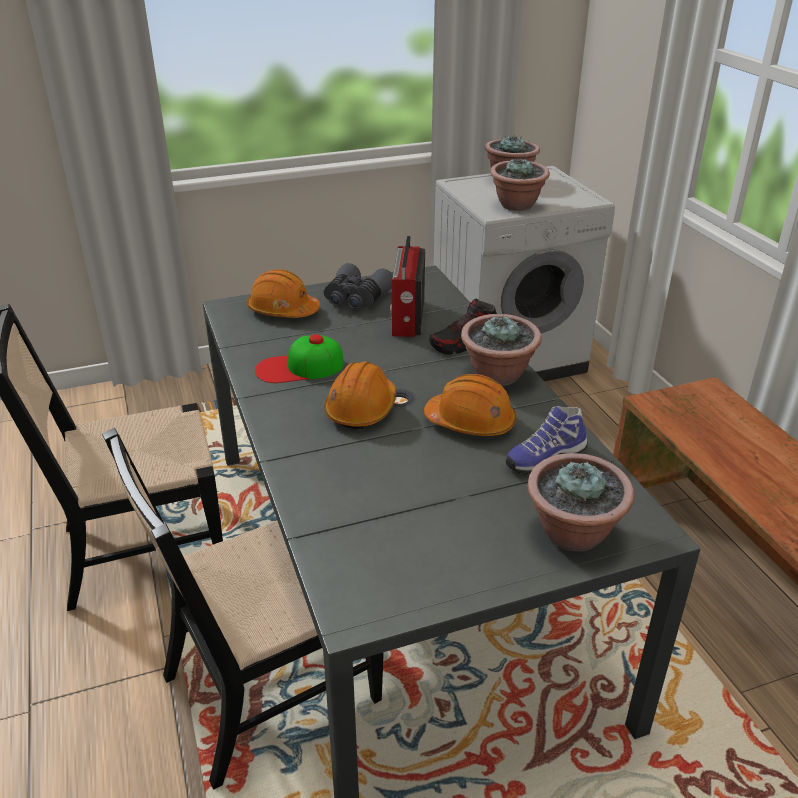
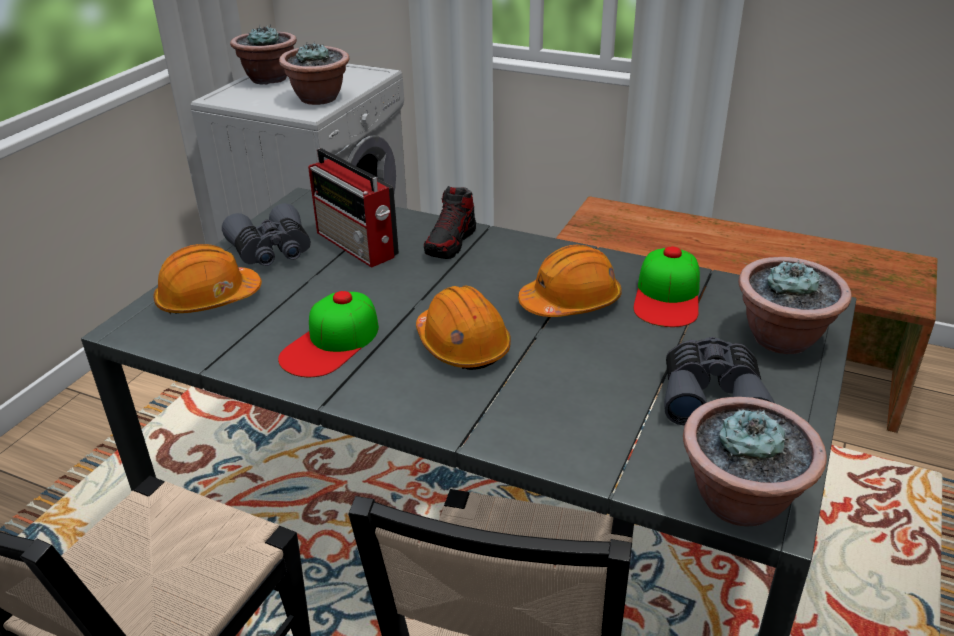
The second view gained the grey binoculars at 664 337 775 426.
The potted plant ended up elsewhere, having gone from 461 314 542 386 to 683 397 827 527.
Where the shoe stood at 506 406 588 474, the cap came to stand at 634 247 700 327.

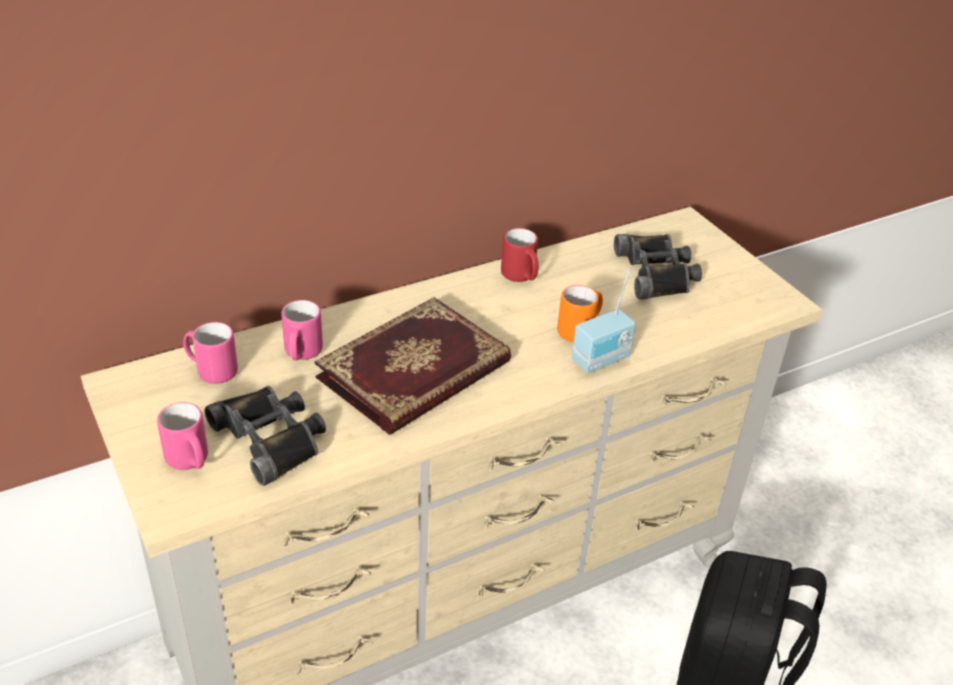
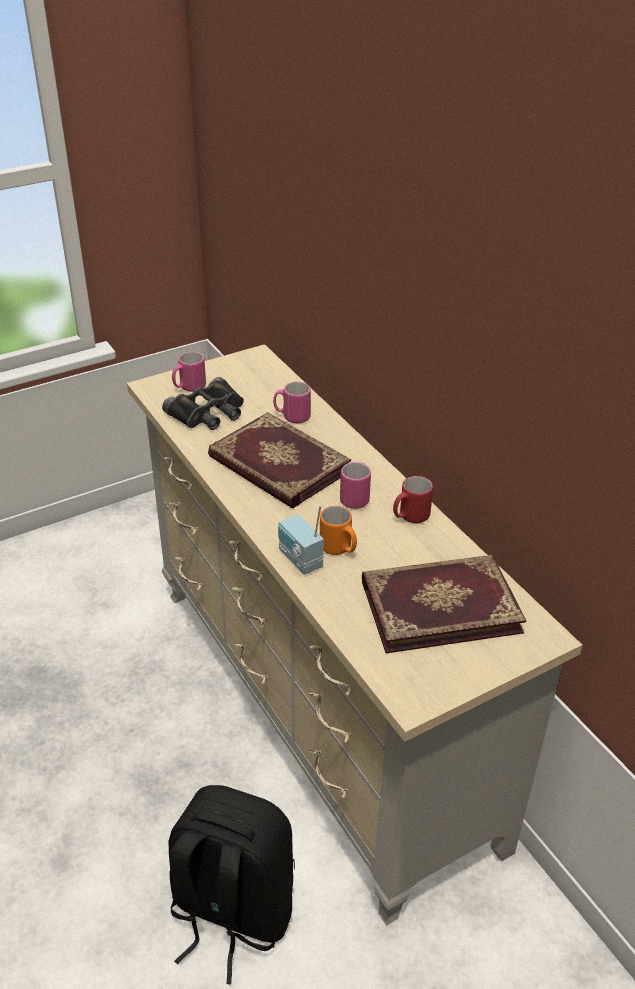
The pink mug ended up elsewhere, having gone from 183 322 238 384 to 340 462 371 509.
Where the black binoculars stood at 614 234 702 299, the book came to stand at 362 555 526 653.

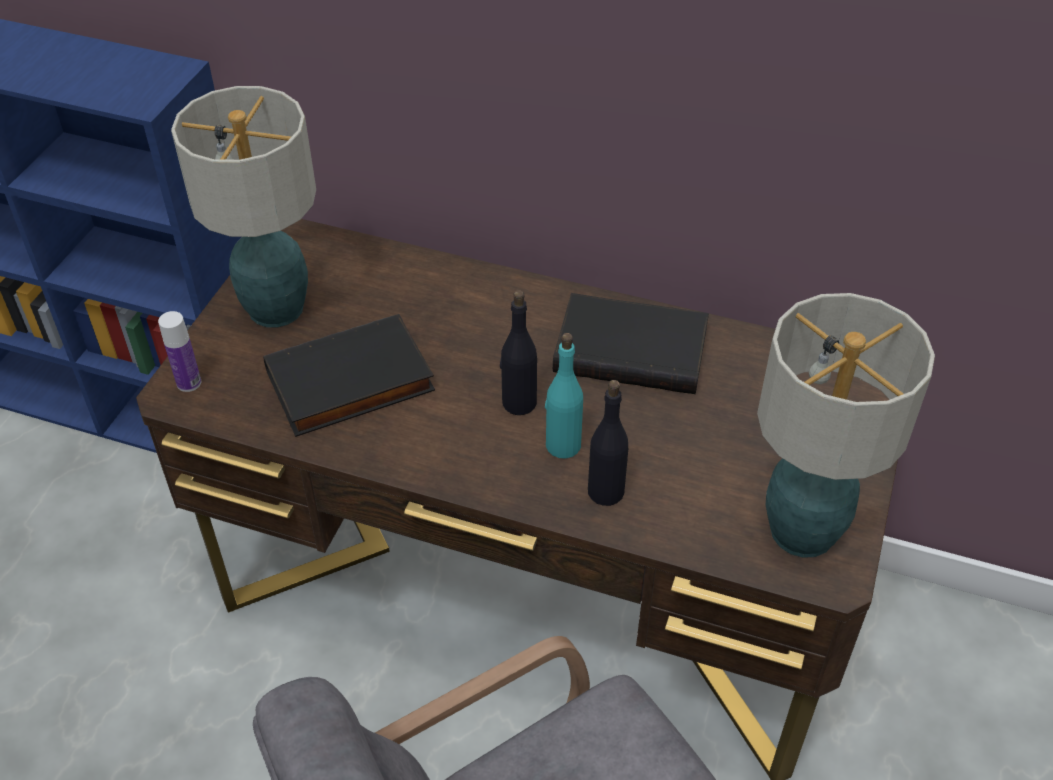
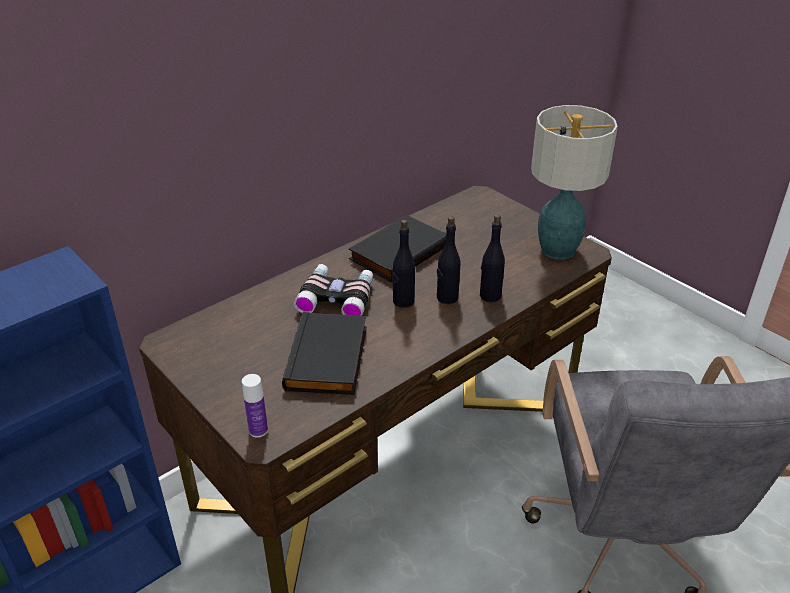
The second view lost the table lamp at 171 86 316 328.
The second view gained the binoculars at 294 264 373 316.
What was the turquoise bottle at 545 333 583 459 turned into the black bottle at 437 216 460 304.

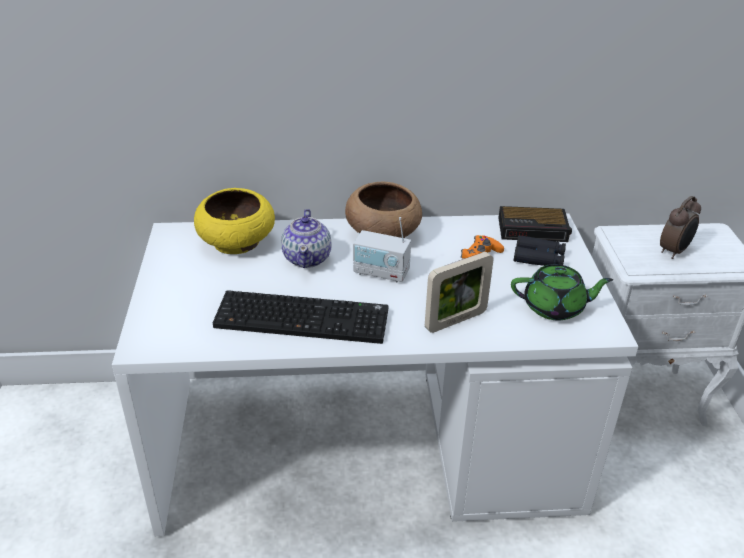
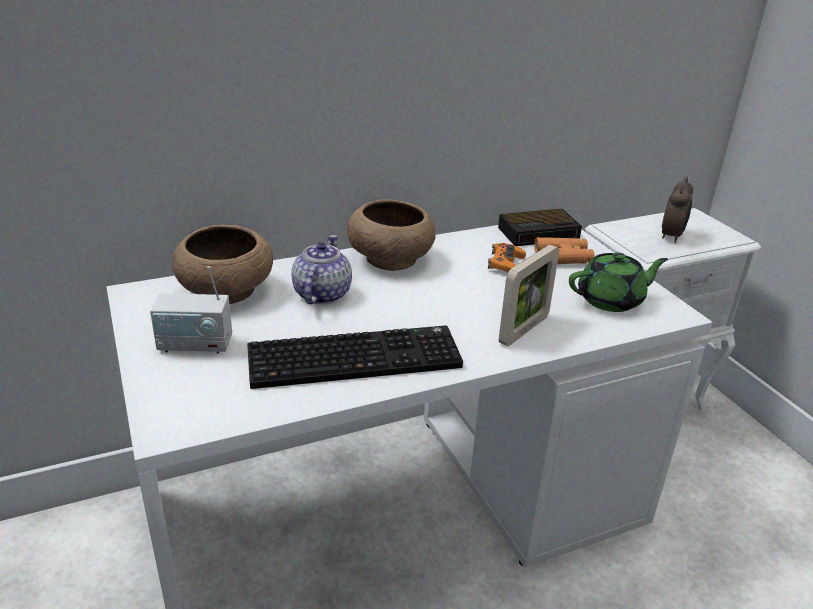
The radio ended up elsewhere, having gone from 353 217 411 282 to 150 266 232 354.
What was the yellow bowl at 194 188 275 254 turned into the brown bowl at 172 225 273 304.
What was the black binoculars at 514 235 566 266 turned into the orange binoculars at 534 237 594 264.
The teapot at 281 209 332 268 ended up facing another way, 150 degrees counterclockwise from before.

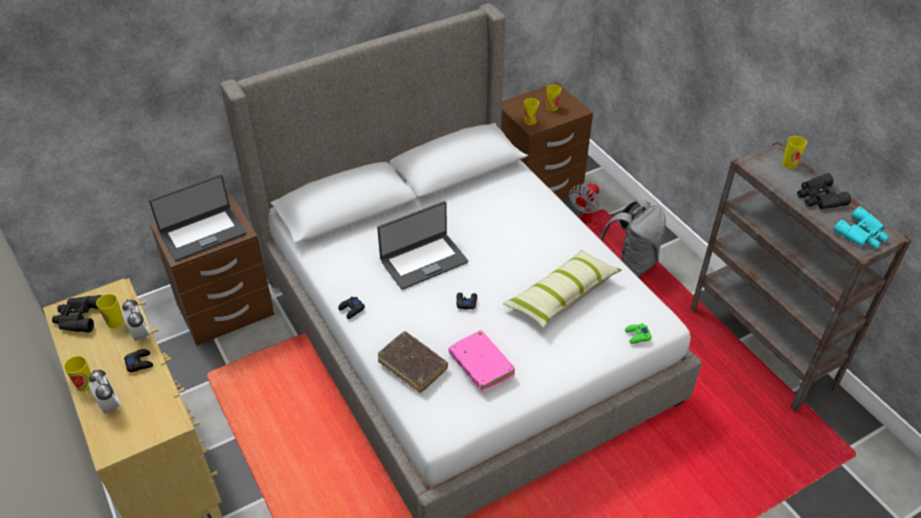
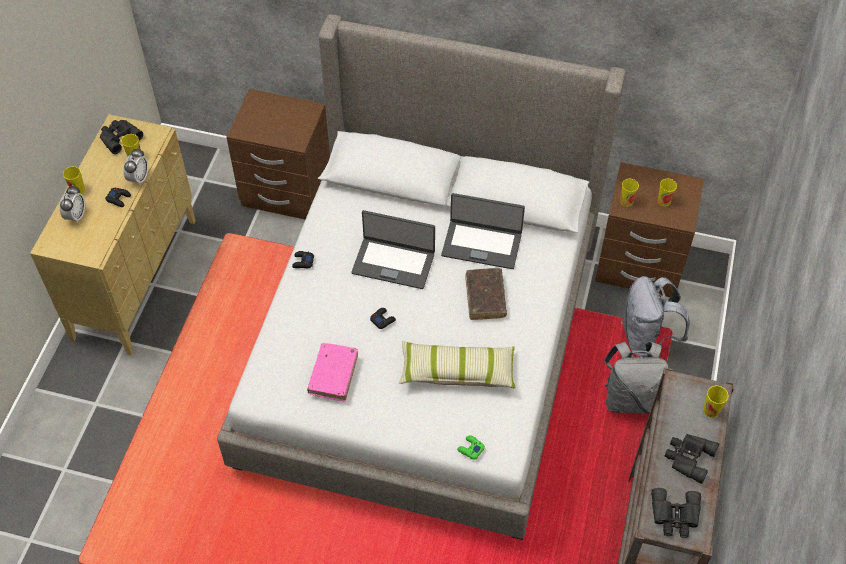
The laptop ended up elsewhere, having gone from 149 174 246 261 to 441 193 525 269.
The brown book ended up elsewhere, having gone from 378 331 448 393 to 465 268 507 320.
Where the fan stood at 569 183 651 232, the grey backpack came to stand at 621 276 690 357.
What was the turquoise binoculars at 833 206 889 249 turned into the black binoculars at 651 488 701 538.

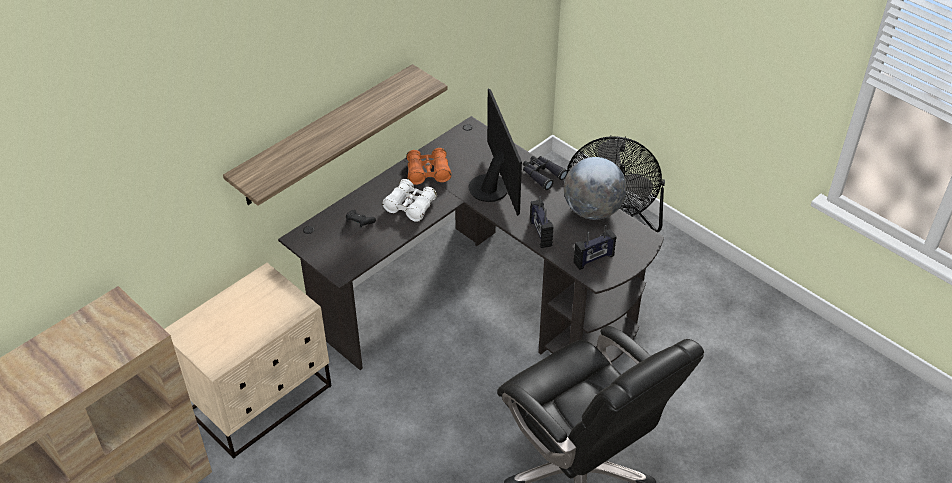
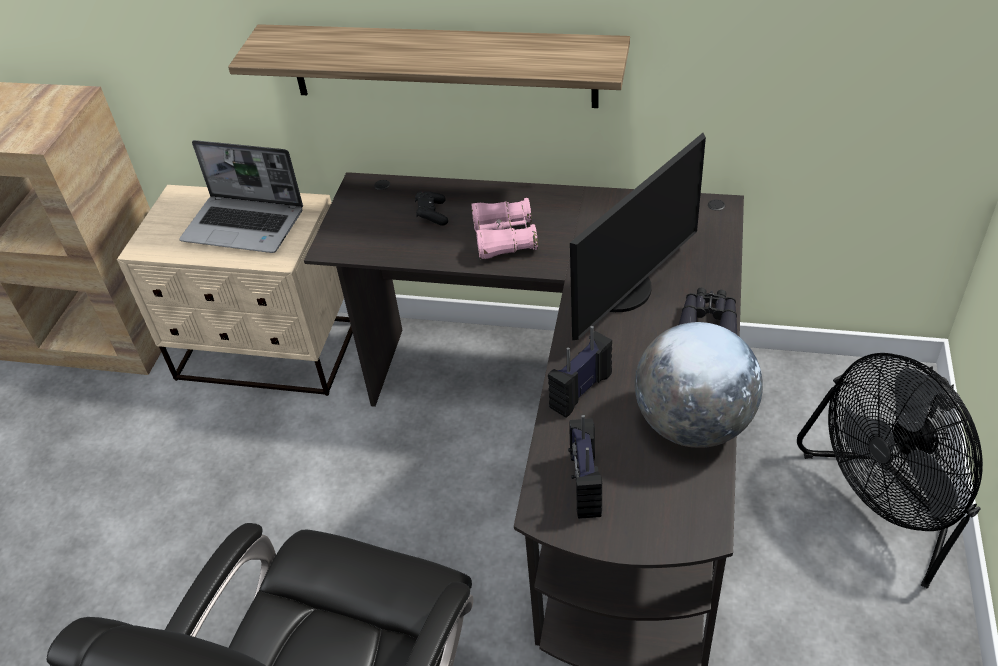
The second view lost the orange binoculars at 406 148 452 185.
The second view gained the laptop at 179 140 303 253.
What was the white binoculars at 382 179 437 222 turned into the pink binoculars at 471 198 538 259.
The radio at 573 225 617 270 ended up facing another way, 60 degrees clockwise from before.

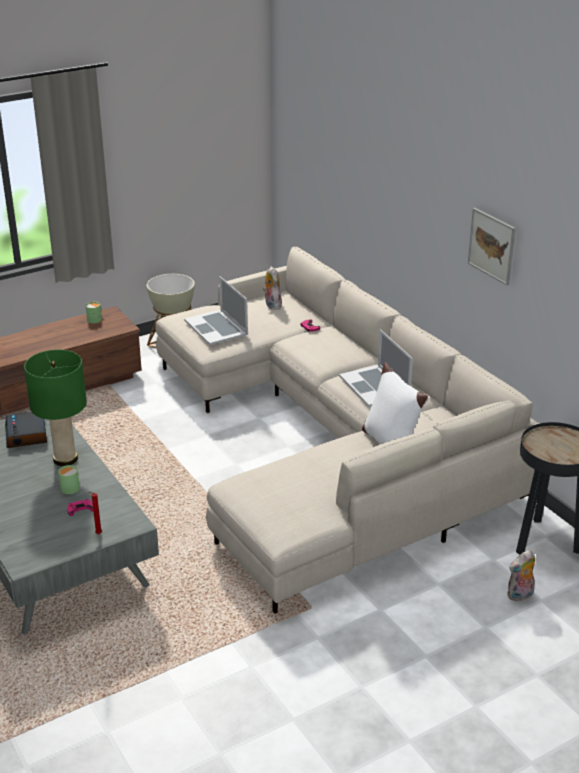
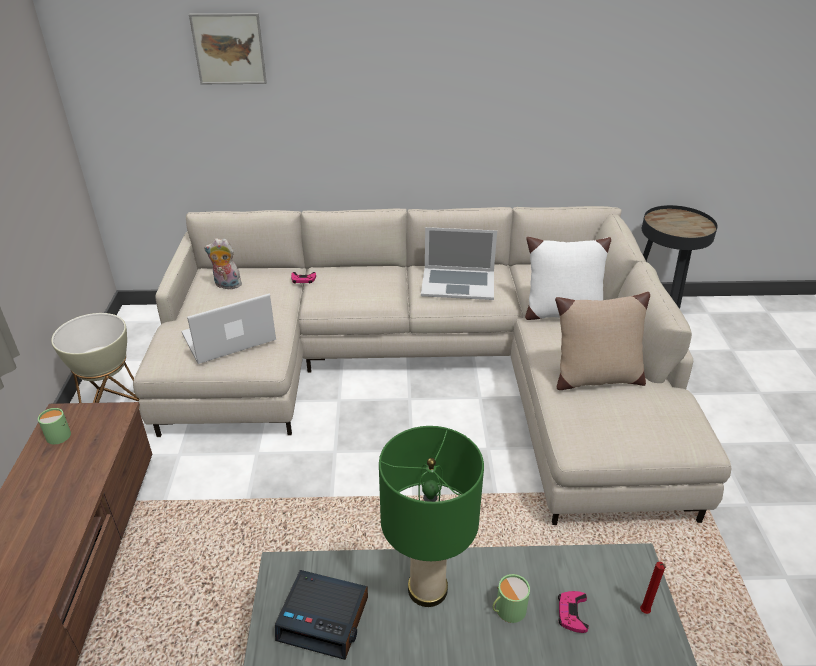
The second view lost the plush toy at 507 550 535 601.
The second view gained the beige pillow at 555 292 650 390.
The picture ended up elsewhere, having gone from 468 208 516 285 to 189 13 267 84.
The laptop at 184 276 248 345 ended up facing another way, 150 degrees clockwise from before.

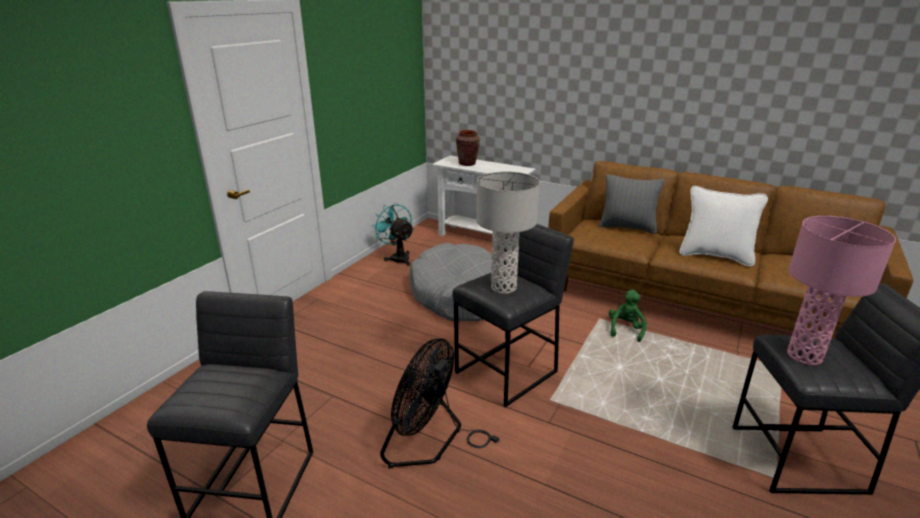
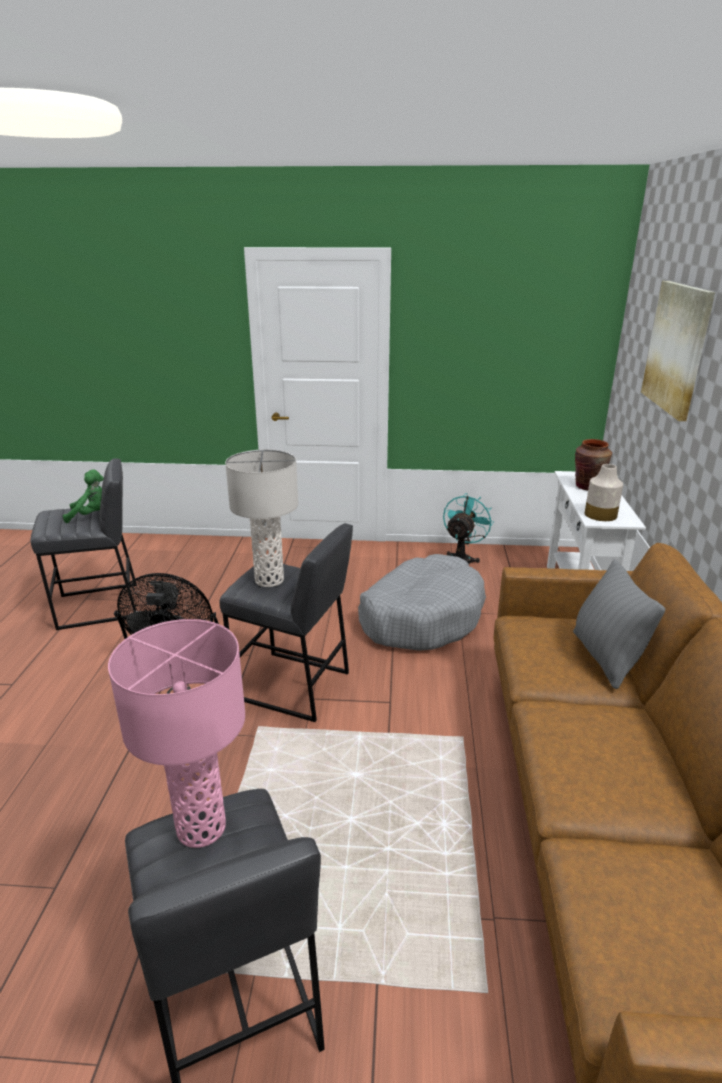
The second view lost the white pillow at 679 186 768 266.
The second view gained the beige vase at 585 464 623 521.
The second view gained the picture at 641 281 715 421.
The green plush toy ended up elsewhere, having gone from 609 290 647 342 to 63 469 104 523.

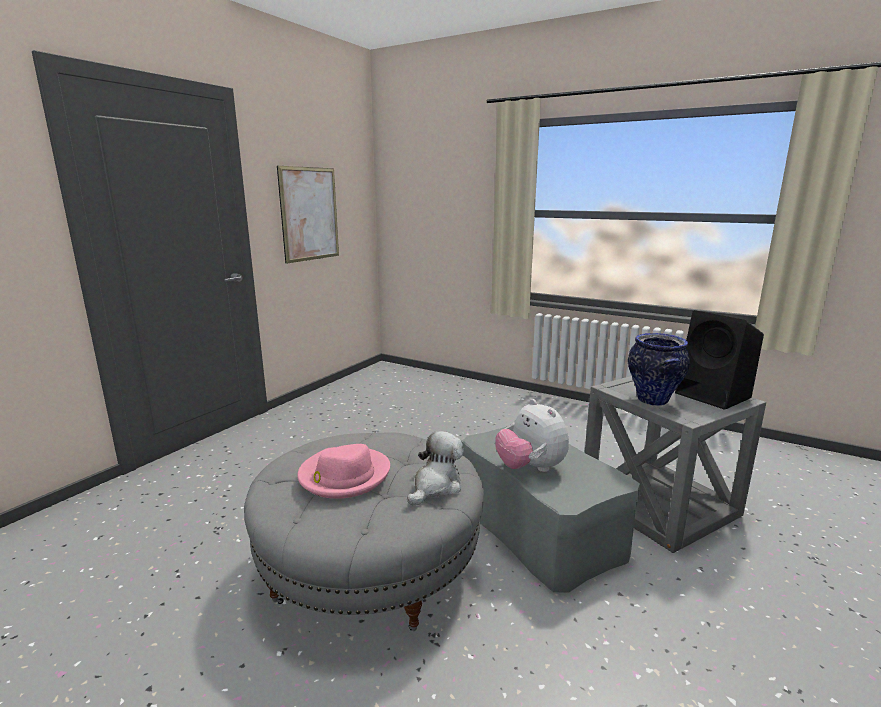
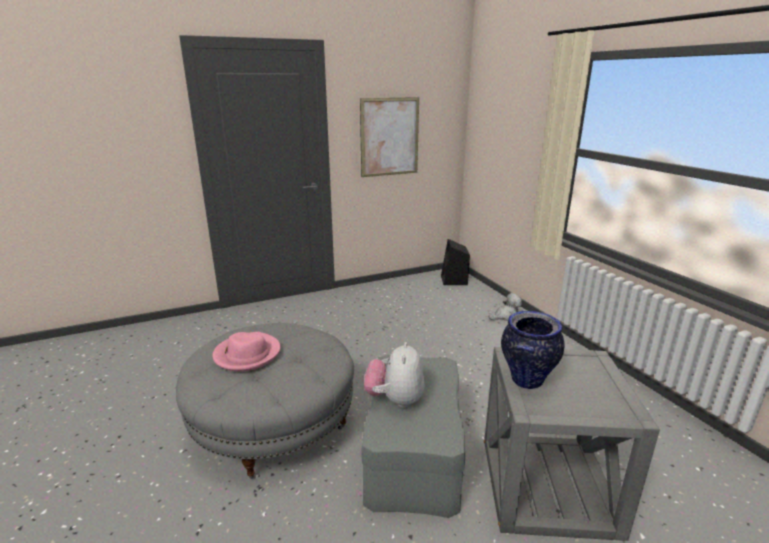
The plush toy ended up elsewhere, having gone from 407 431 464 506 to 489 293 522 321.
The black speaker ended up elsewhere, having gone from 675 310 764 410 to 441 239 470 285.

